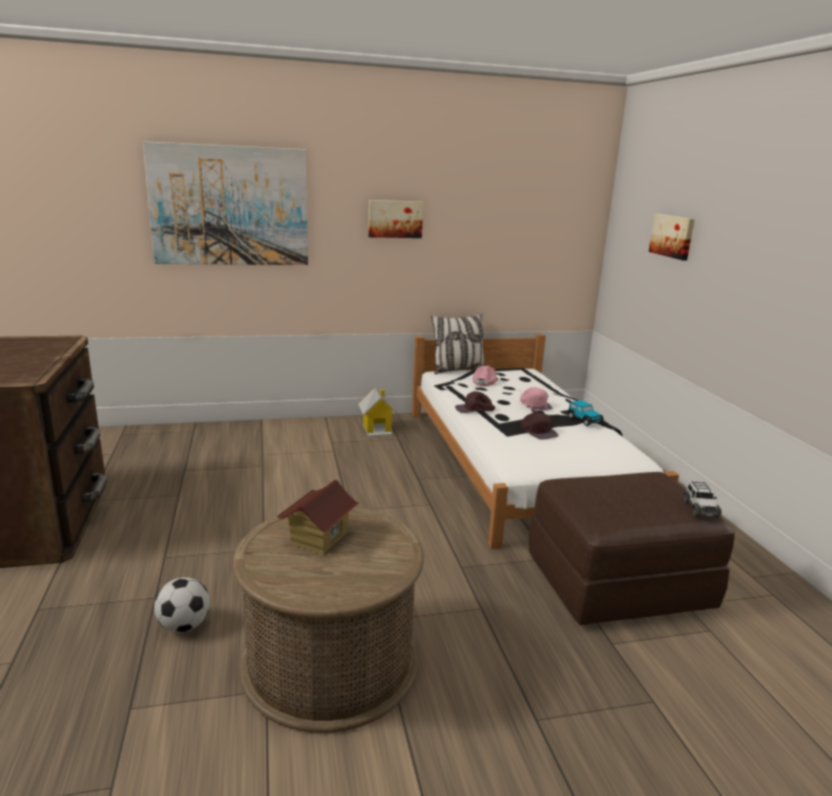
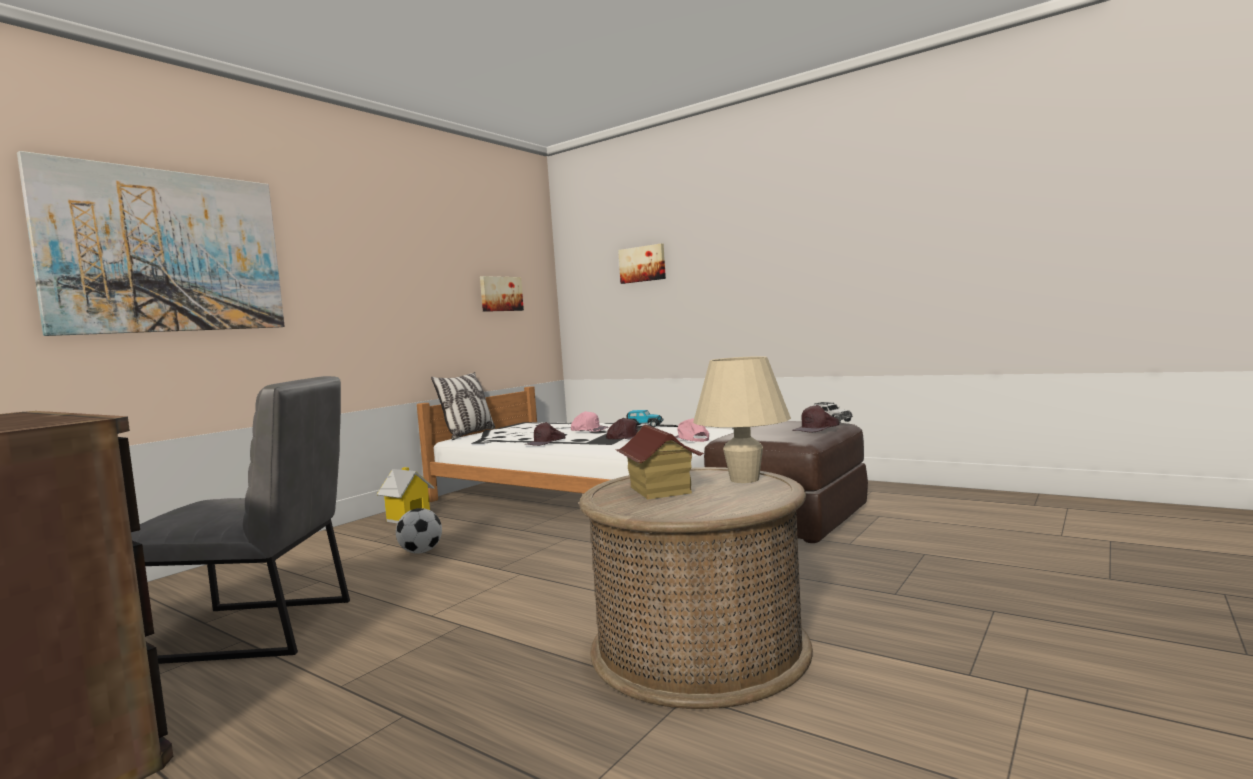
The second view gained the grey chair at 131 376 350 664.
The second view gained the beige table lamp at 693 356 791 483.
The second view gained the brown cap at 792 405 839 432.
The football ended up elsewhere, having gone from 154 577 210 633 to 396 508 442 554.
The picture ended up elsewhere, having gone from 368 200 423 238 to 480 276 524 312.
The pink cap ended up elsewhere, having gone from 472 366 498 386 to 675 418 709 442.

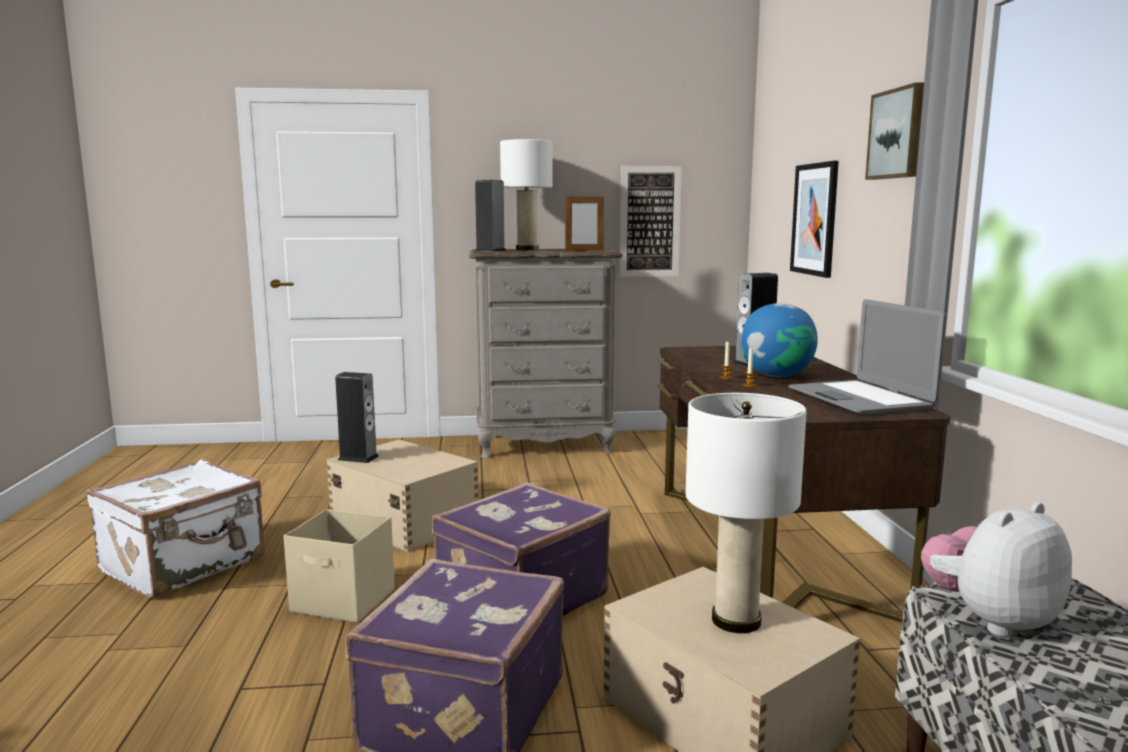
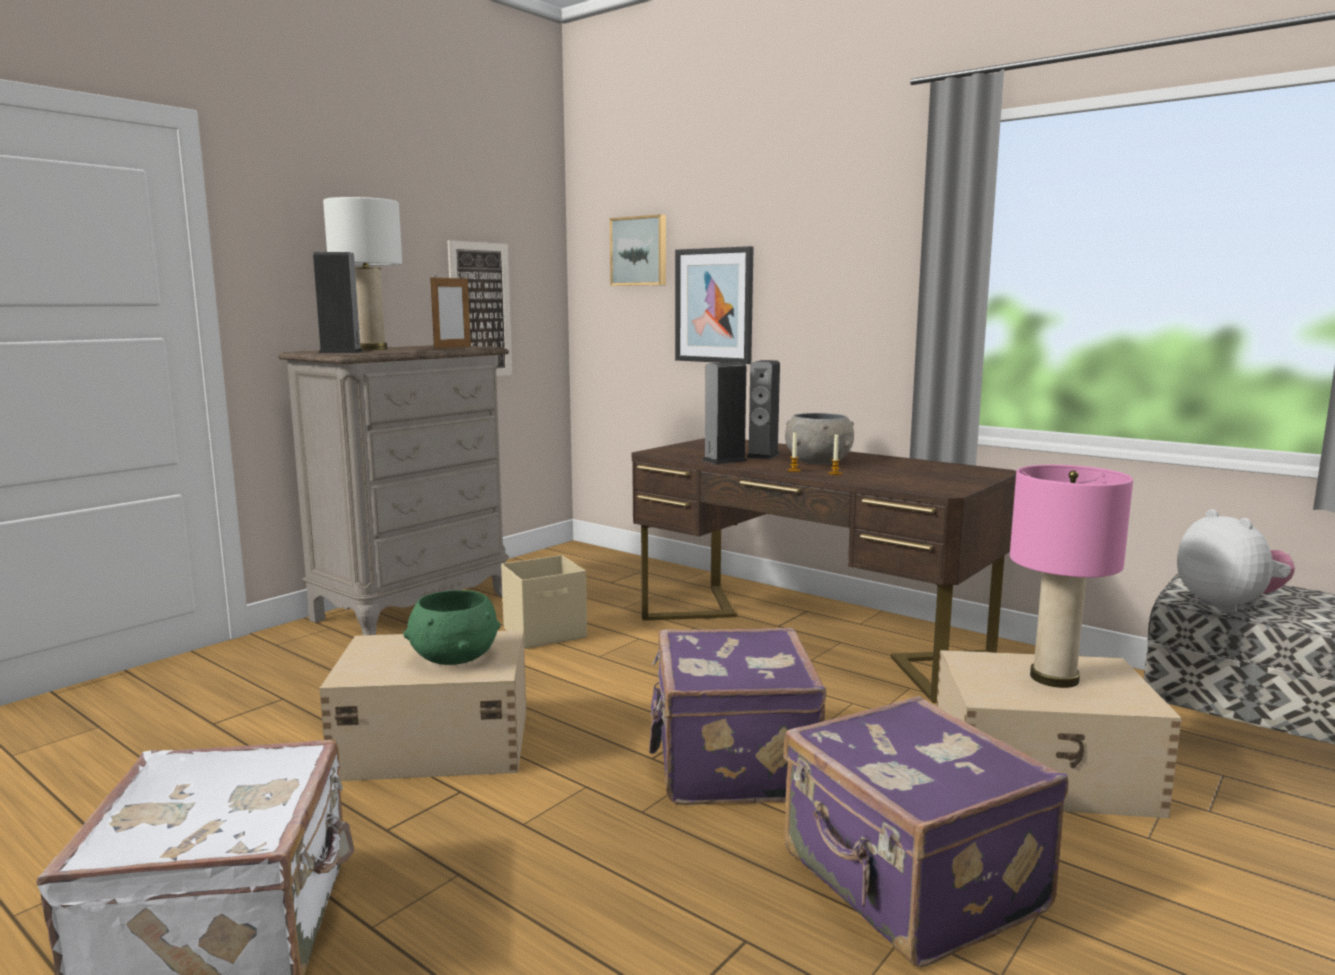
The second view lost the laptop at 788 299 946 415.
The second view gained the green bowl at 403 590 501 665.
The beige storage box ended up elsewhere, having gone from 284 509 395 623 to 501 555 587 649.
The speaker ended up elsewhere, having gone from 335 372 379 463 to 702 362 747 464.
The picture ended up elsewhere, having gone from 865 82 924 180 to 610 214 666 286.
Where the globe stood at 741 303 818 377, the grey bowl came to stand at 785 413 854 464.
What was the white table lamp at 685 393 807 633 turned into the pink table lamp at 1010 465 1133 688.
The plush toy at 921 502 1072 637 ended up facing another way, 150 degrees clockwise from before.

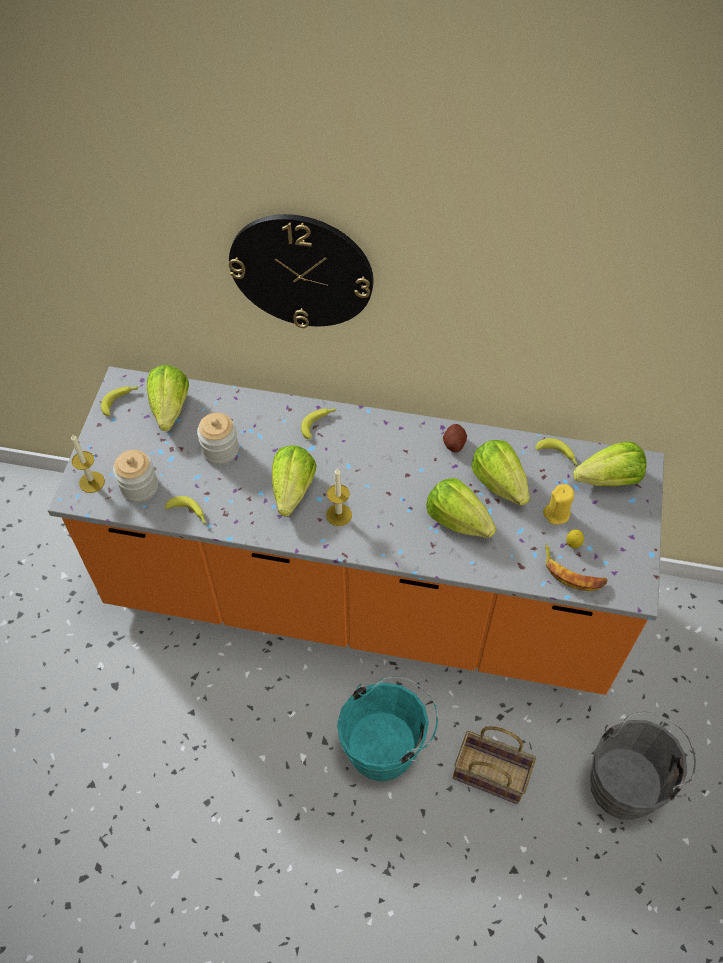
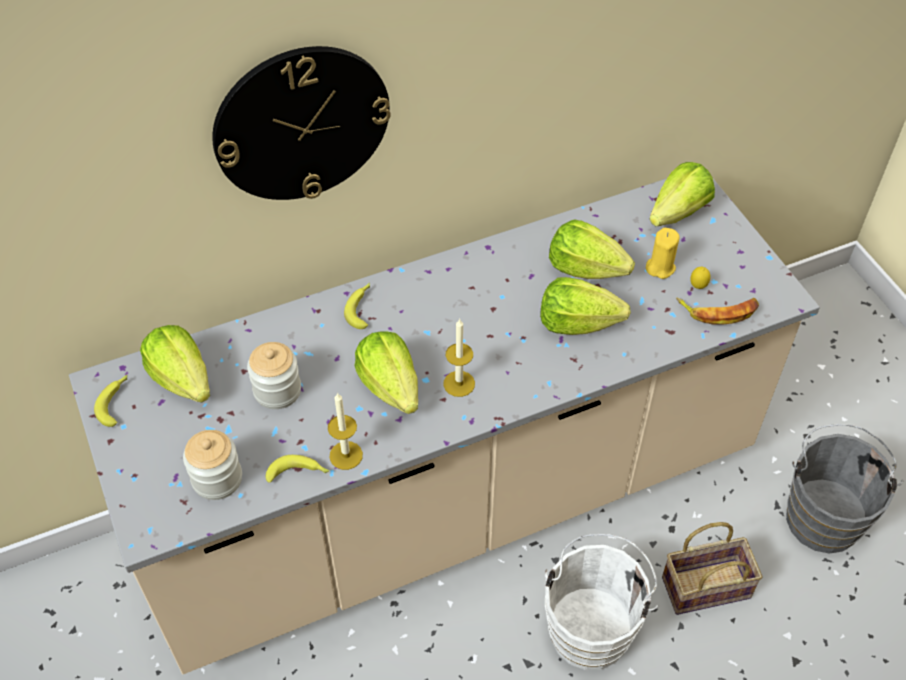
The second view lost the potato at 443 424 467 452.
The second view lost the banana at 535 438 578 465.
The candle ended up elsewhere, having gone from 71 434 105 493 to 328 392 363 470.
What was the orange counter at 48 367 664 695 turned into the beige counter at 69 178 820 674.
What was the turquoise bucket at 337 676 438 781 turned into the white bucket at 545 534 658 670.

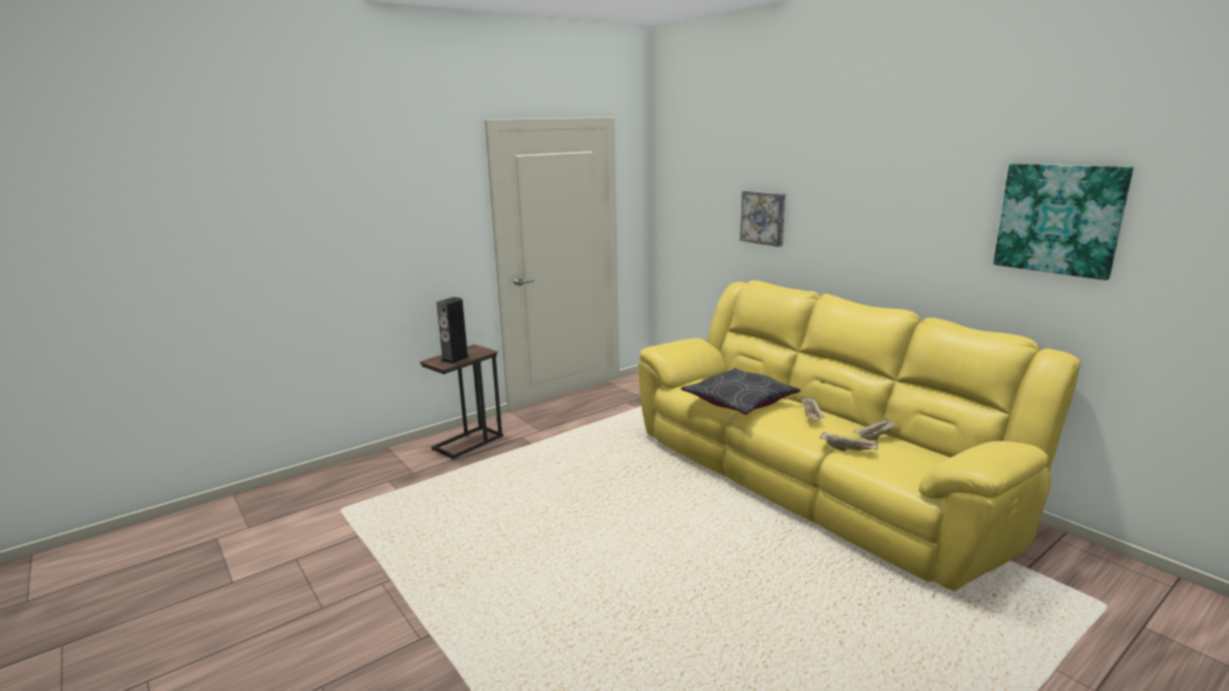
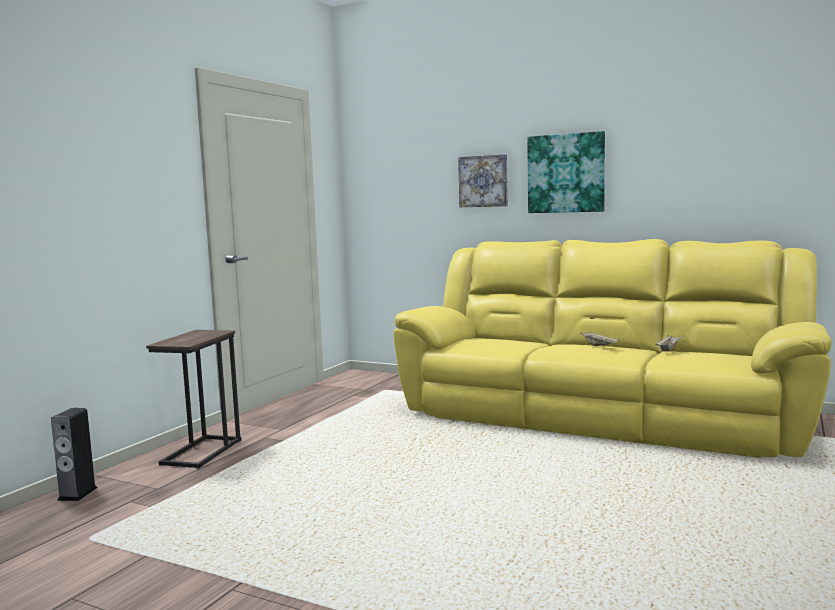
The second view lost the grey pillow at 681 368 800 415.
The second view lost the beige tray at 820 432 878 451.
The speaker ended up elsewhere, having gone from 437 297 470 364 to 51 408 98 501.
The picture ended up elsewhere, having gone from 993 163 1133 280 to 527 131 605 213.

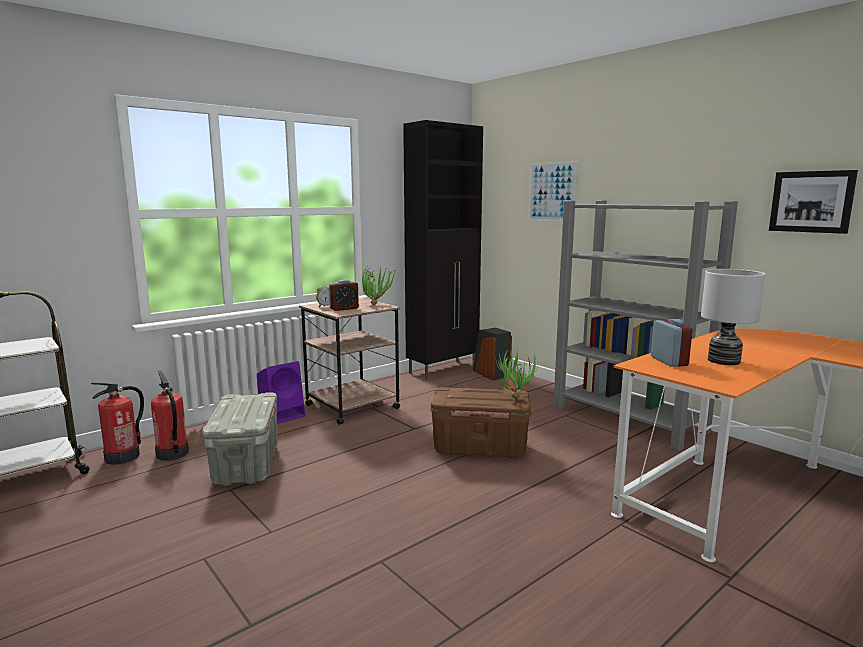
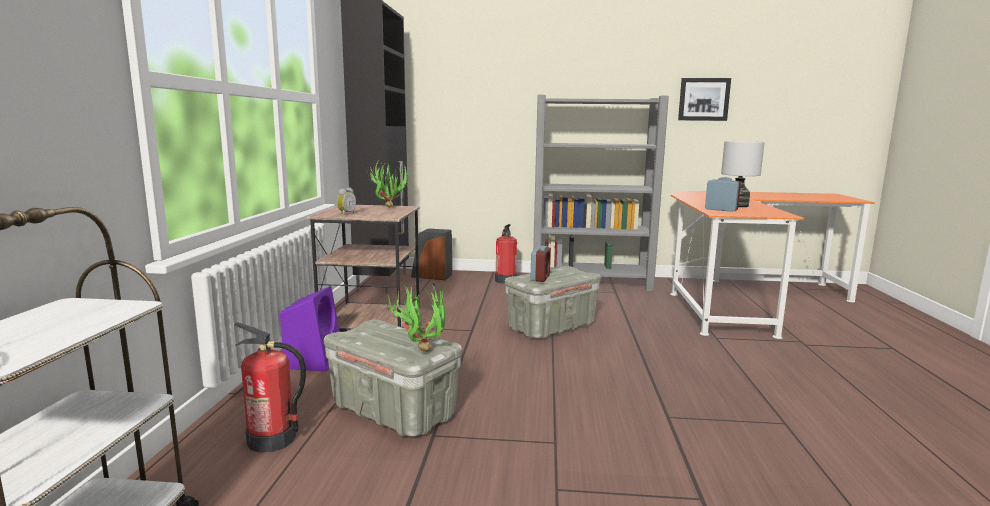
The second view lost the picture at 528 161 578 222.
The fire extinguisher ended up elsewhere, having gone from 91 382 144 465 to 495 224 517 284.
The alarm clock ended up elsewhere, having gone from 329 280 359 311 to 530 246 551 282.
The potted plant ended up elsewhere, having gone from 494 350 539 399 to 384 282 445 352.
What was the brown storage box at 430 387 531 459 turned into the grey storage box at 505 266 601 339.

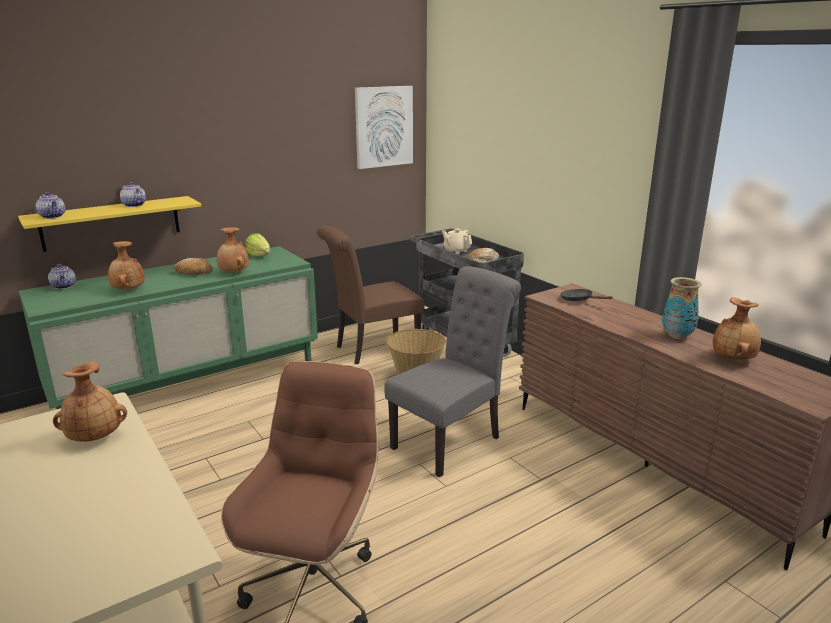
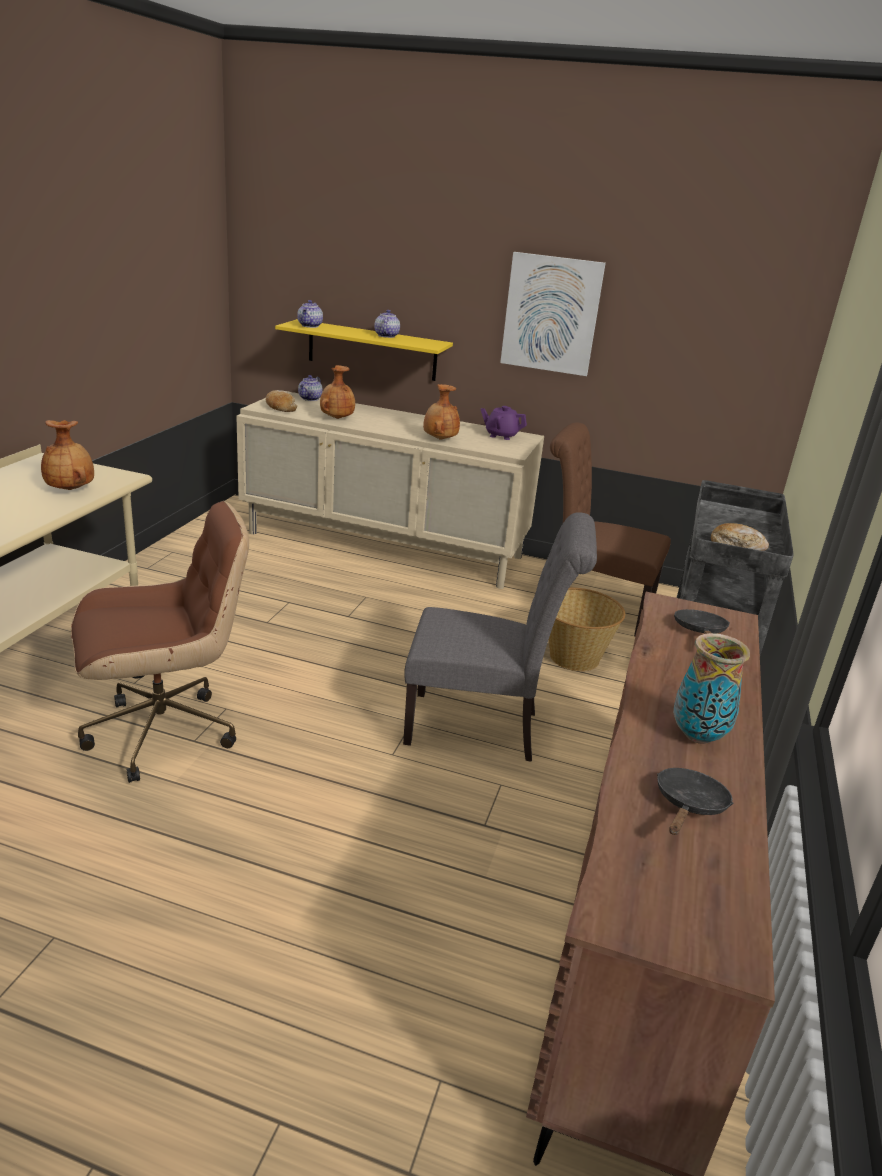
The second view lost the beige teapot at 442 229 472 254.
The bread ended up elsewhere, having gone from 174 258 213 275 to 266 390 297 412.
The picture ended up elsewhere, having gone from 355 86 413 169 to 500 252 606 376.
Where the lettuce stood at 245 233 270 257, the purple teapot came to stand at 481 406 527 440.
Where the brown vase stood at 713 297 761 360, the black frying pan came to stand at 657 768 733 835.
What was the green cabinet at 19 246 318 409 turned into the beige cabinet at 237 391 544 589.

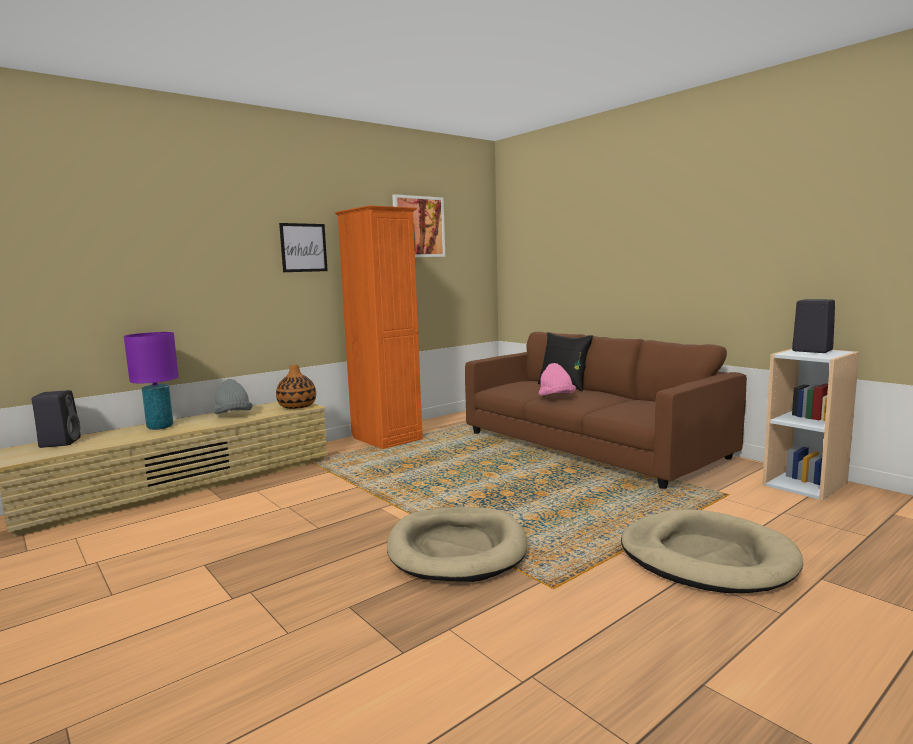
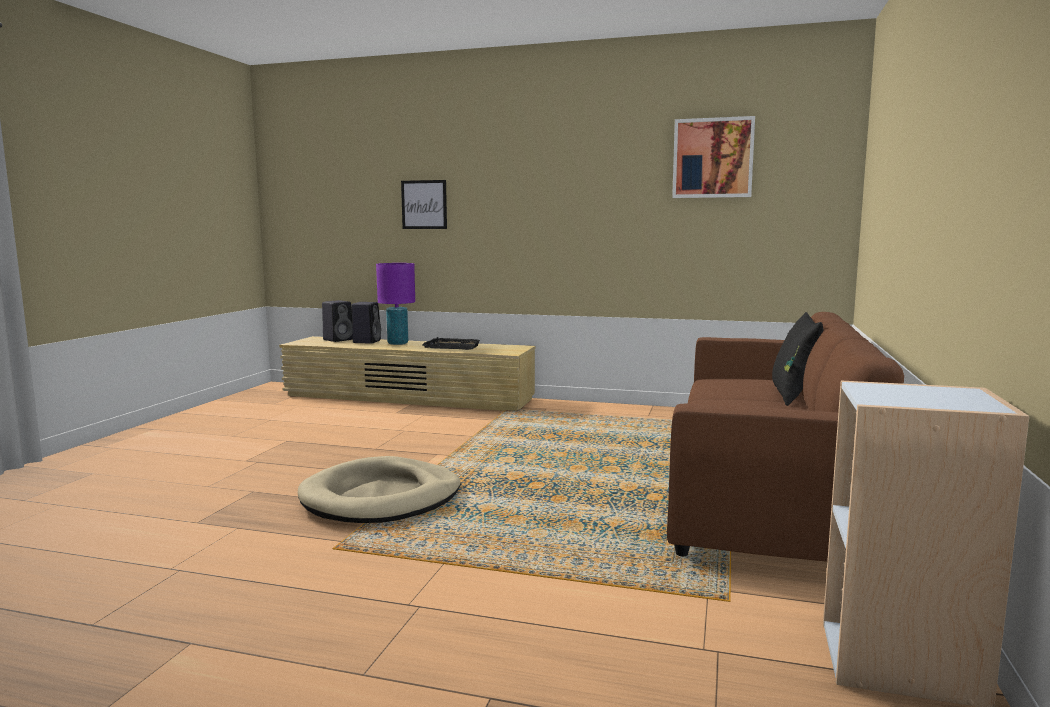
The second view lost the vase at 276 365 316 409.
The second view lost the orange cabinet at 335 205 423 449.
The second view lost the pink hat at 539 363 576 396.
The second view lost the beige dog bed at 621 510 803 593.
The picture ended up elsewhere, having gone from 279 223 328 272 to 401 180 447 229.
The black speaker ended up elsewhere, having gone from 792 299 835 353 to 352 302 381 344.
Where the grey hat stood at 214 379 253 414, the black tray came to stand at 422 337 480 350.

